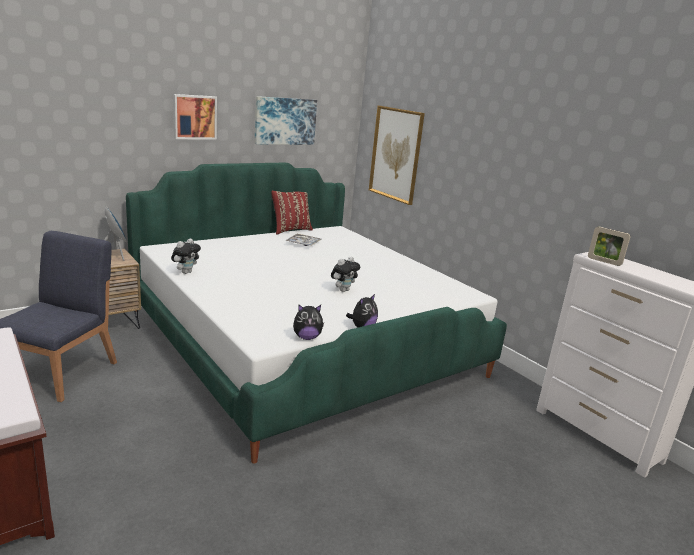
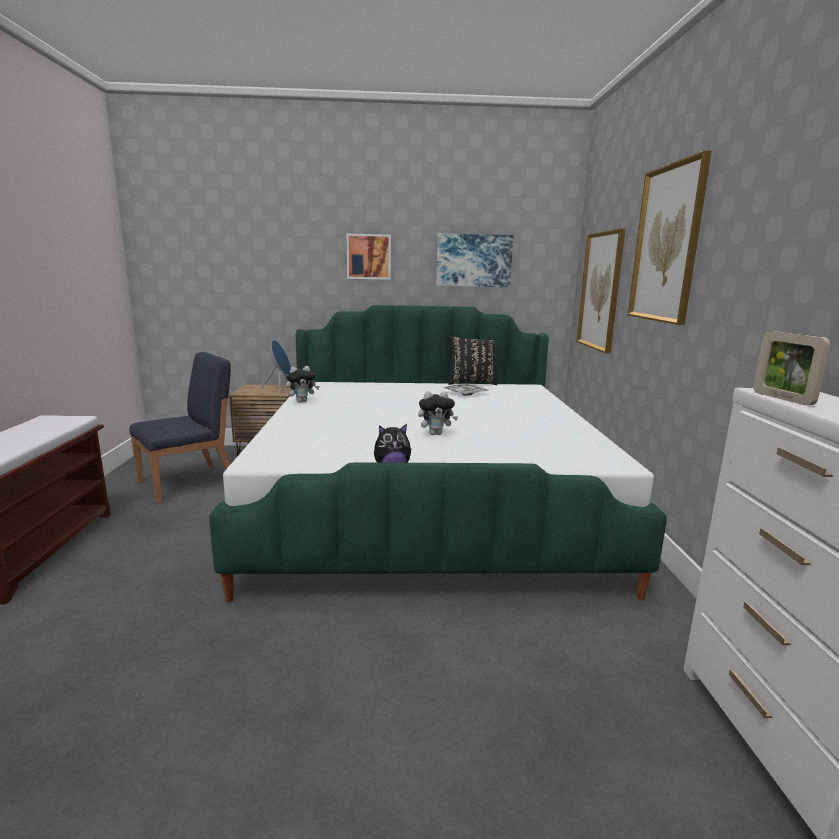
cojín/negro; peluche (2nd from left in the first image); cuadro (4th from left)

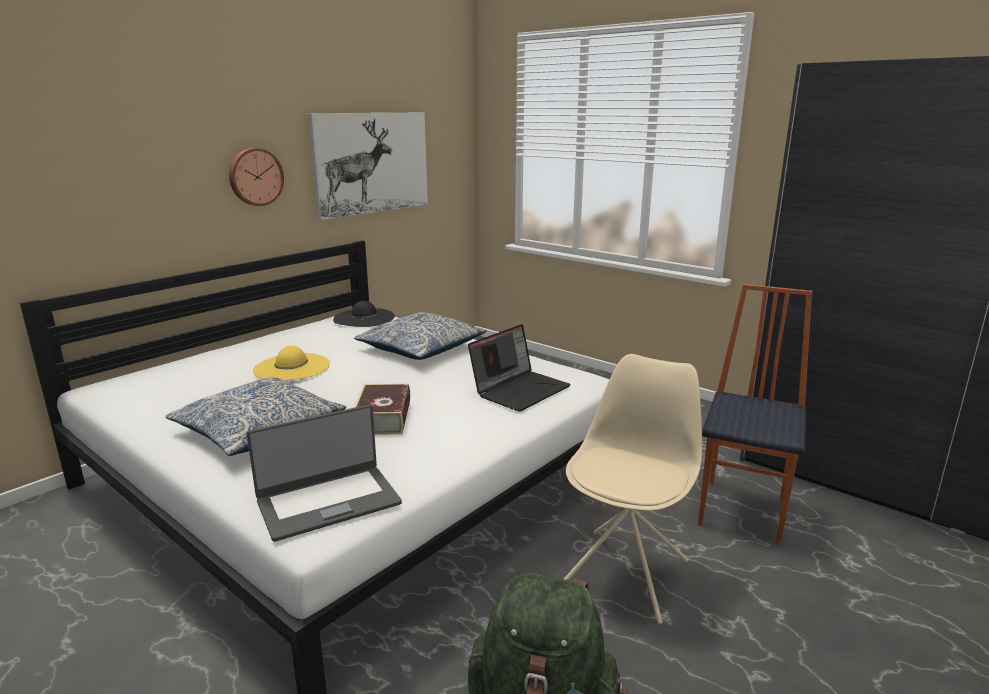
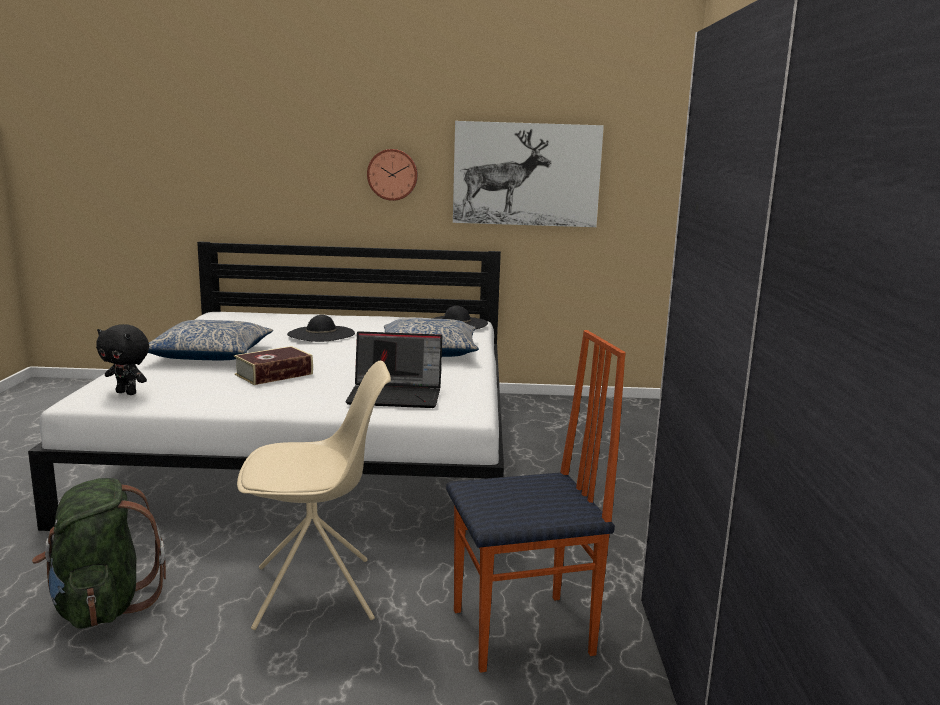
peluche/negro; sombrero/negro (1st from left)

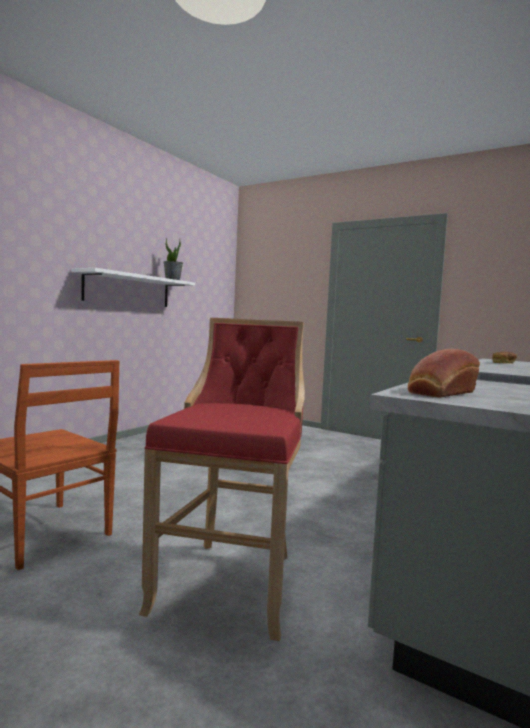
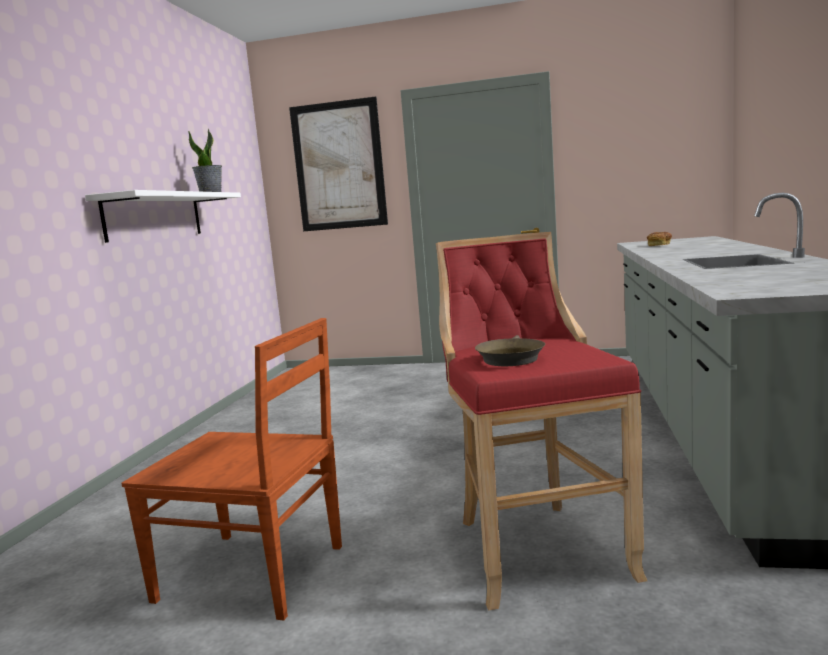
pan (1st from left in the first image); cuadro; sartén/marrón

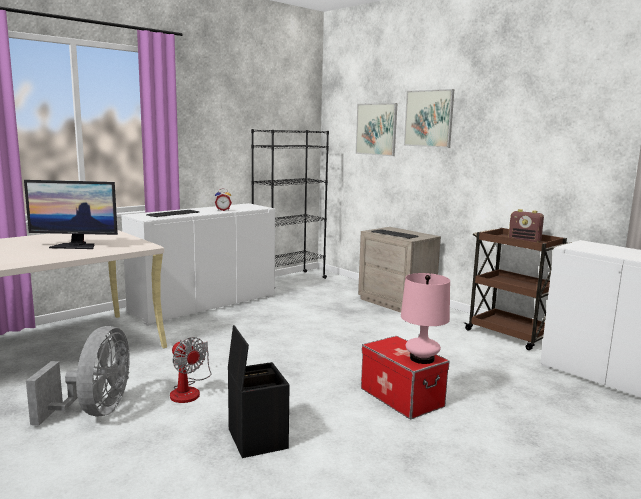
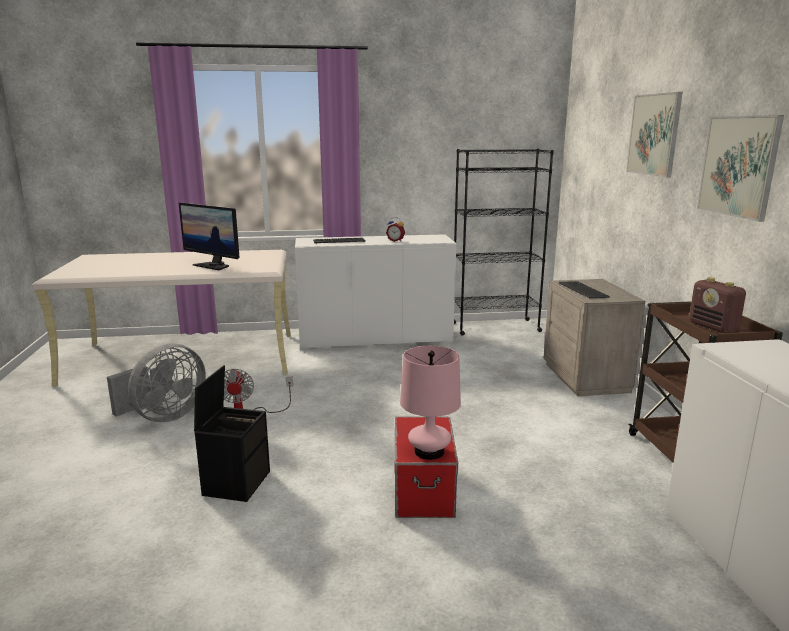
cuadro (2nd from left)

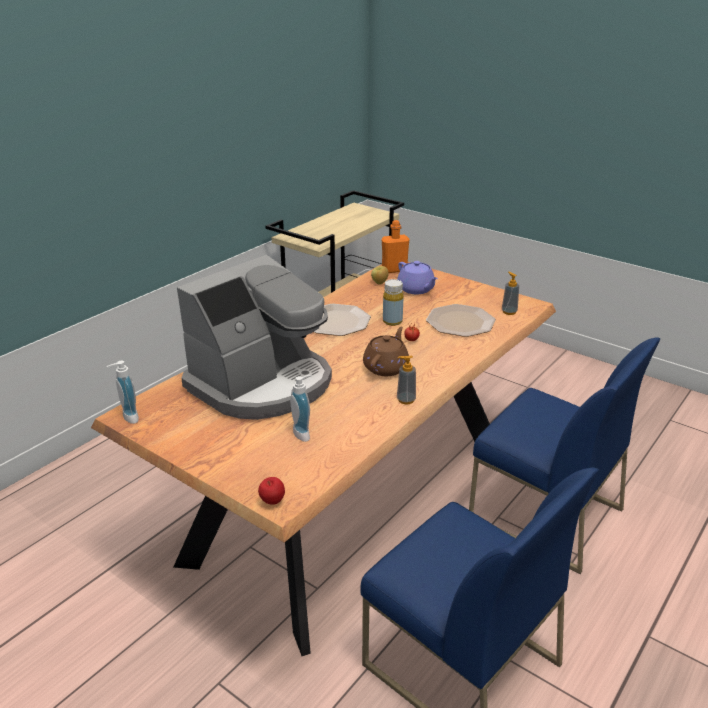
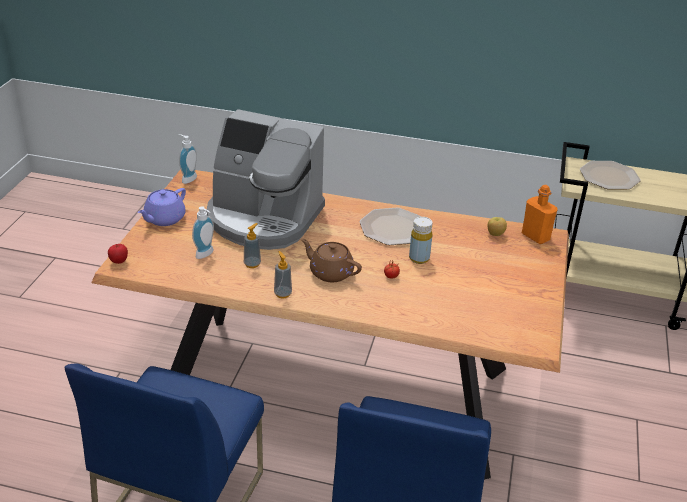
tetera/marrón; tetera/morado; plato (2nd from left); dispensador de jabón (3rd from left)

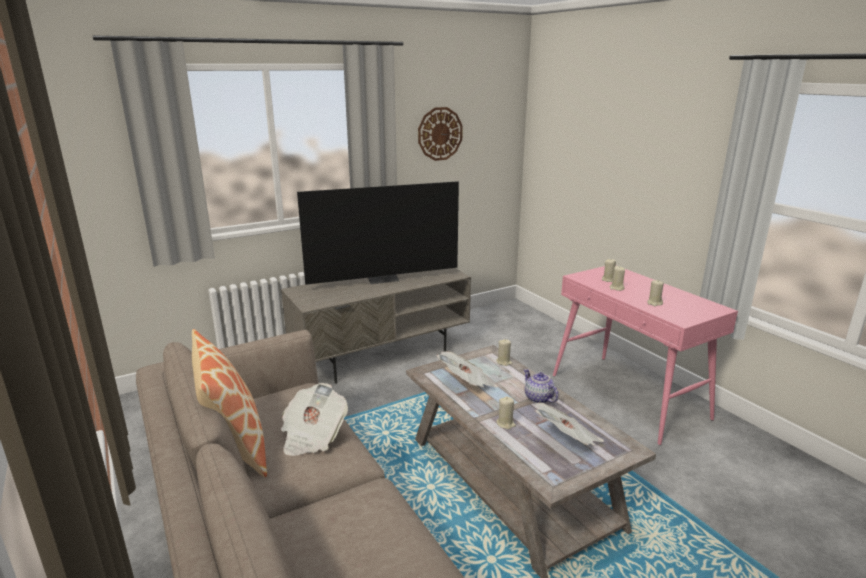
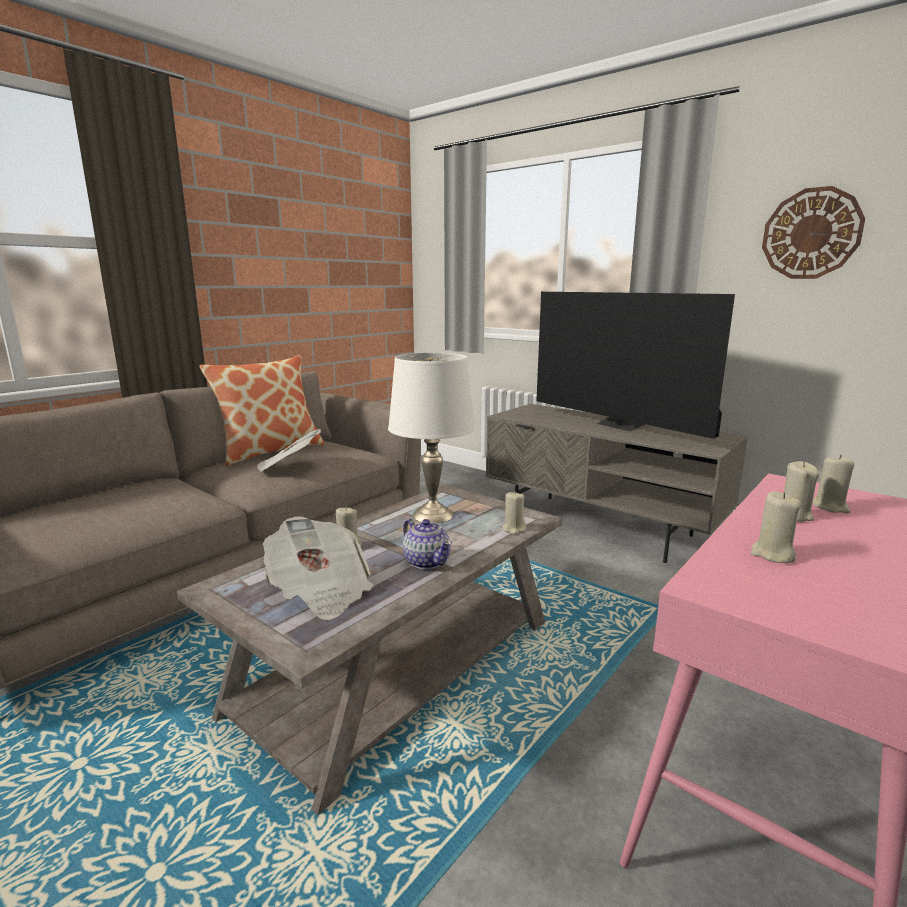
lámpara de mesa/blanco; tetera

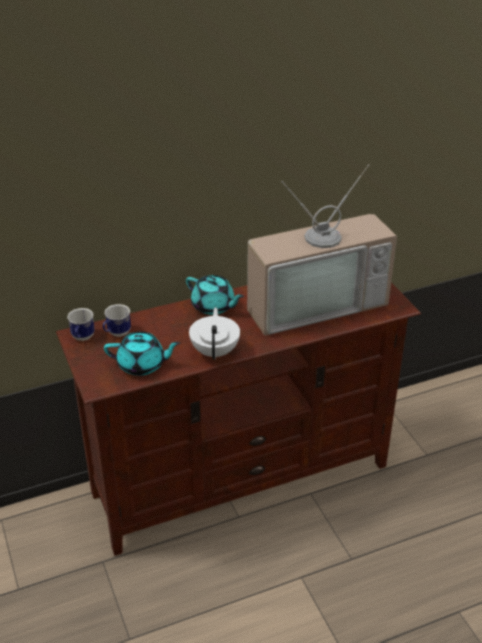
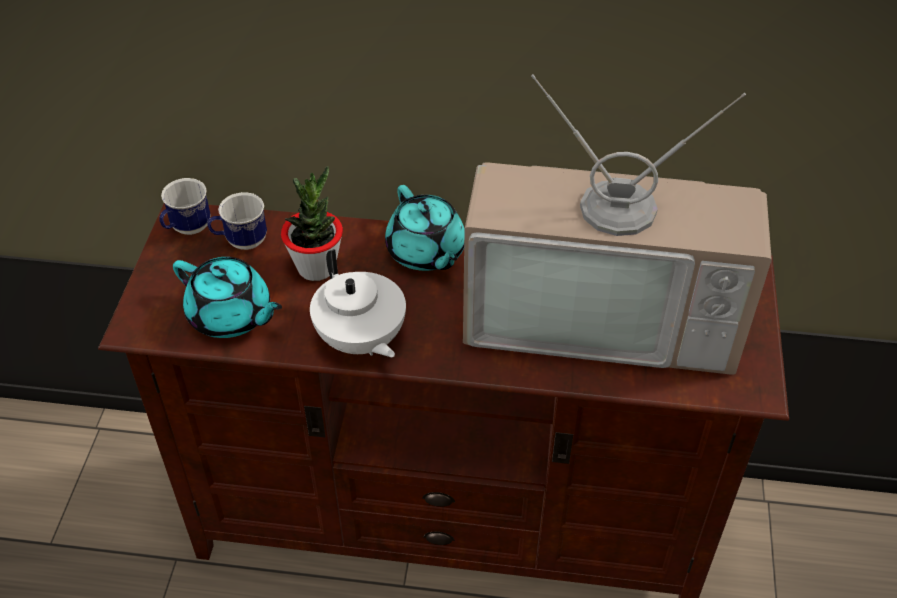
tetera/blanco; planta en maceta

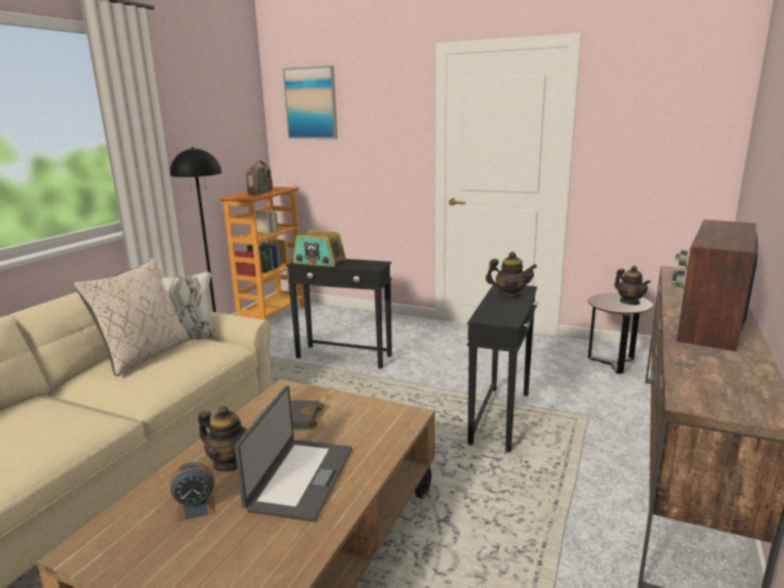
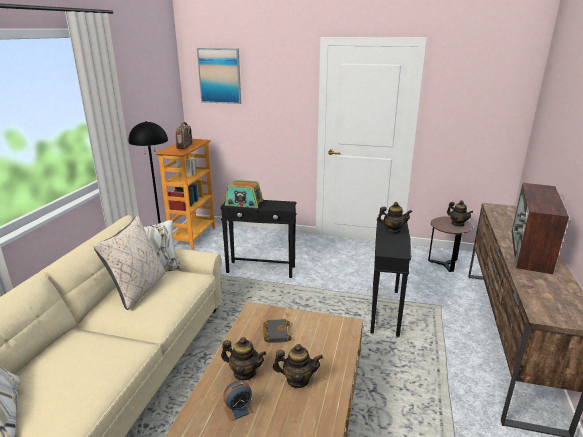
tetera (2nd from left)

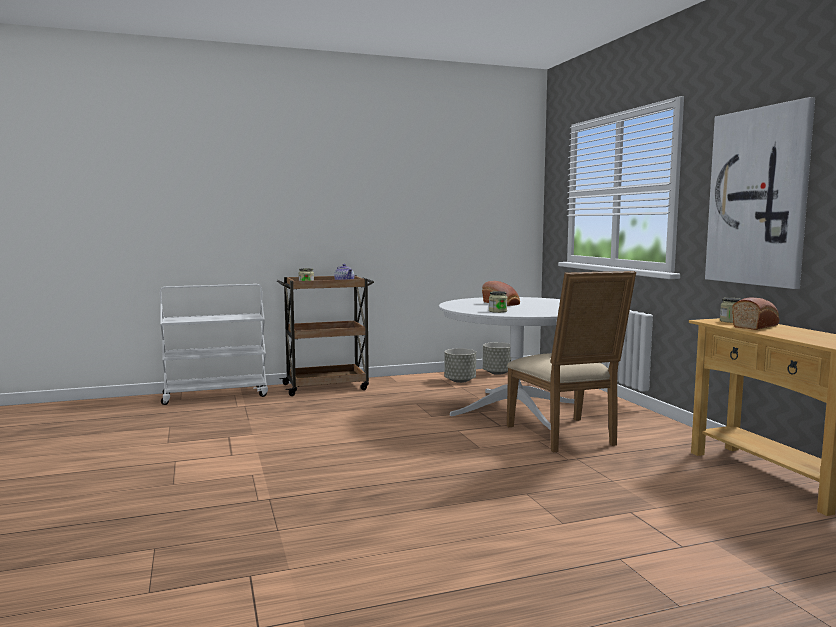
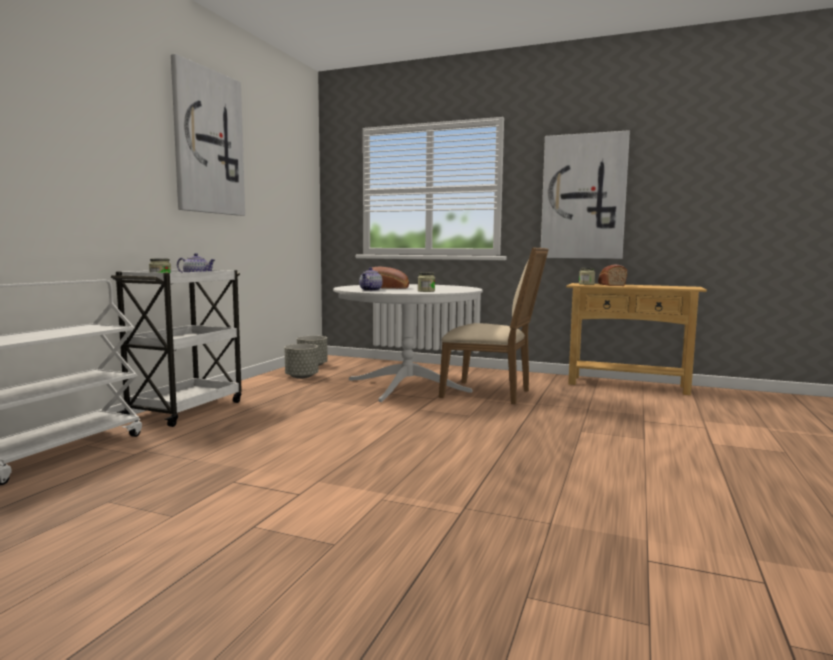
carrito/blanco (2nd from left); cuadro (1st from left); tetera (2nd from left)

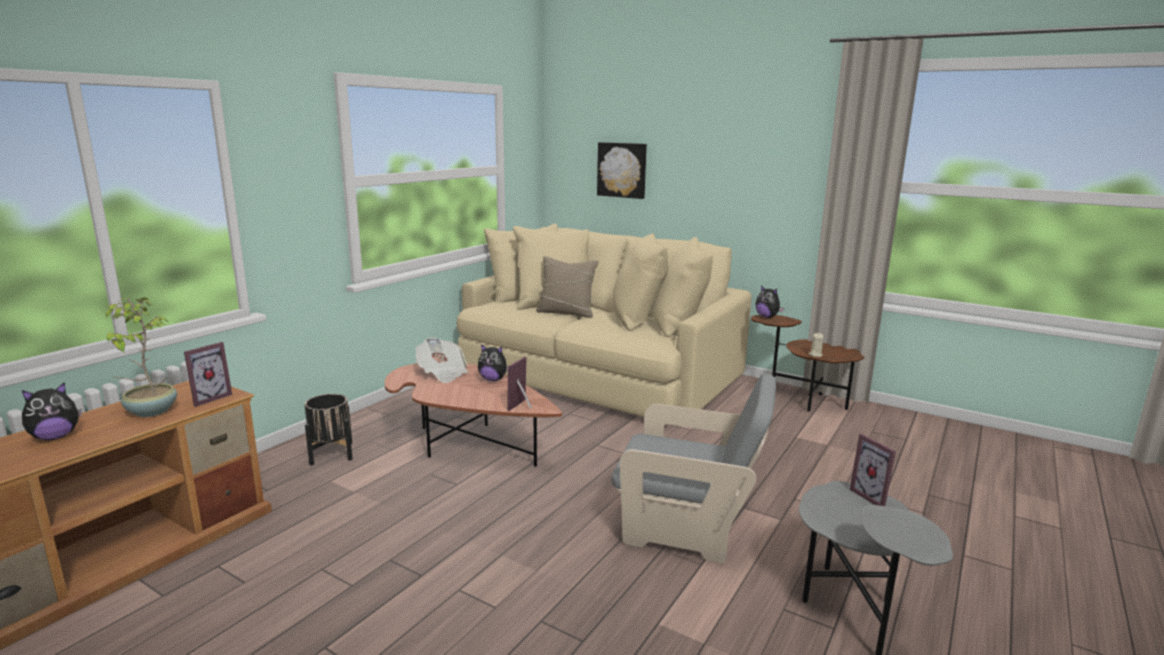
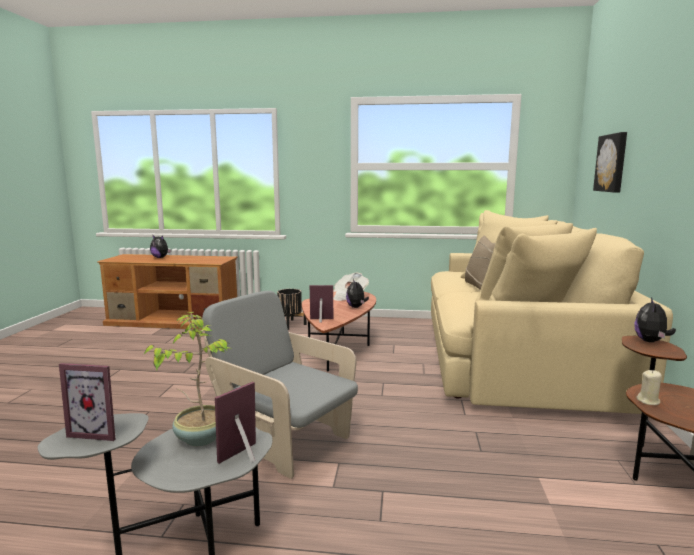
planta en maceta; portarretratos (1st from left); sillón/gris

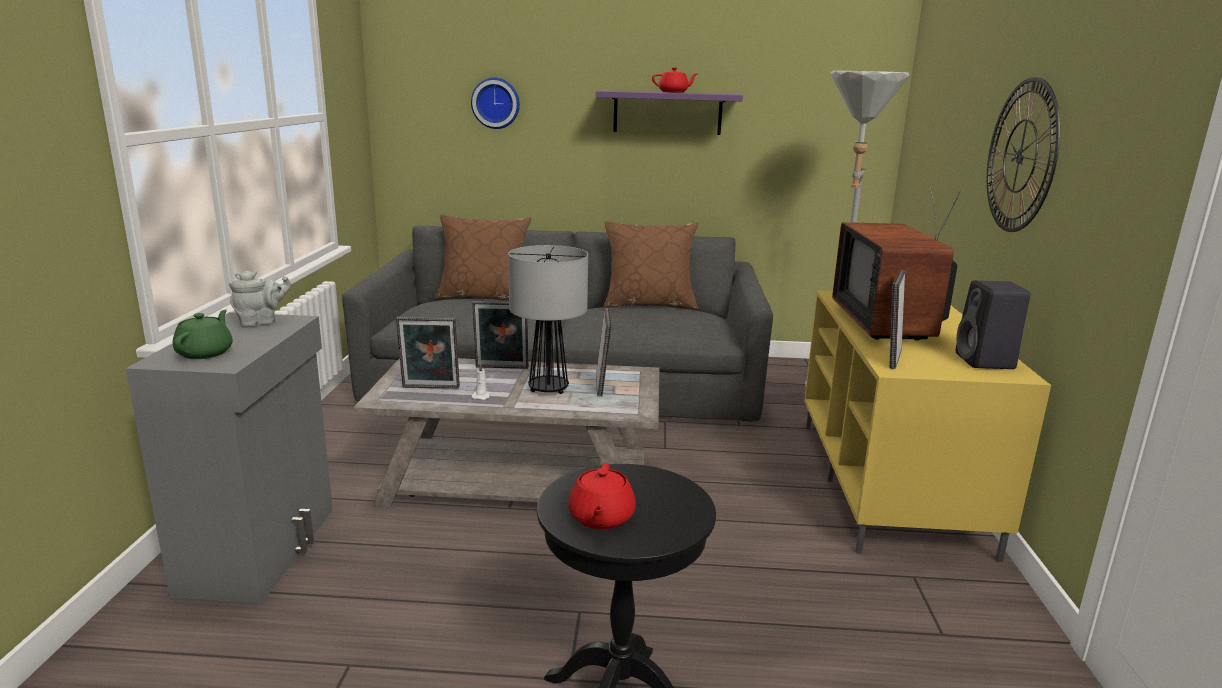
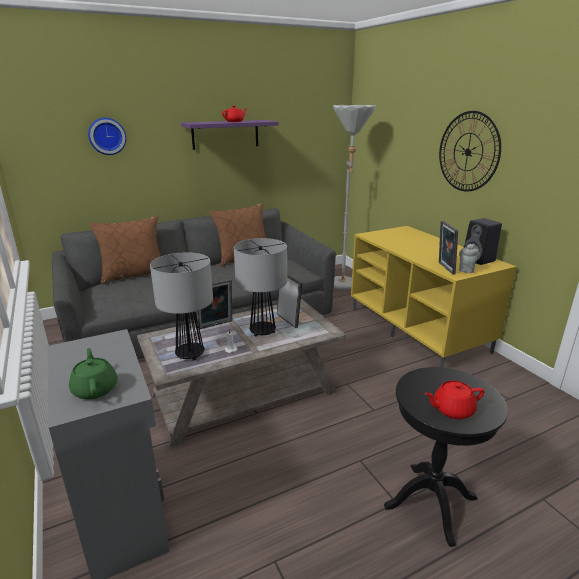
tetera/gris; lámpara de mesa (1st from left); tetera/rojo (2nd from left); televisor

